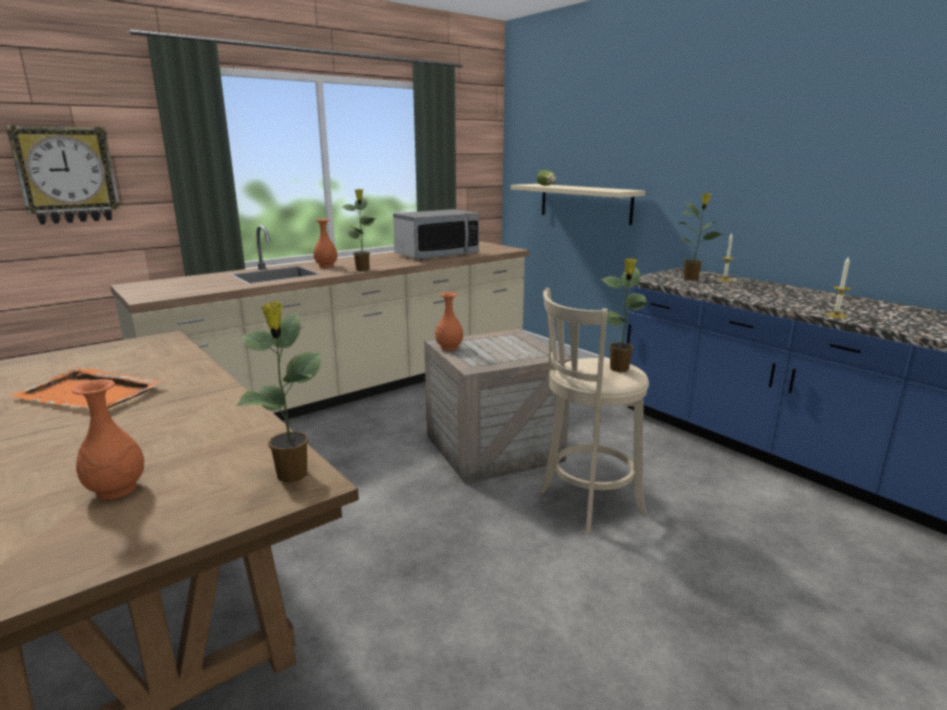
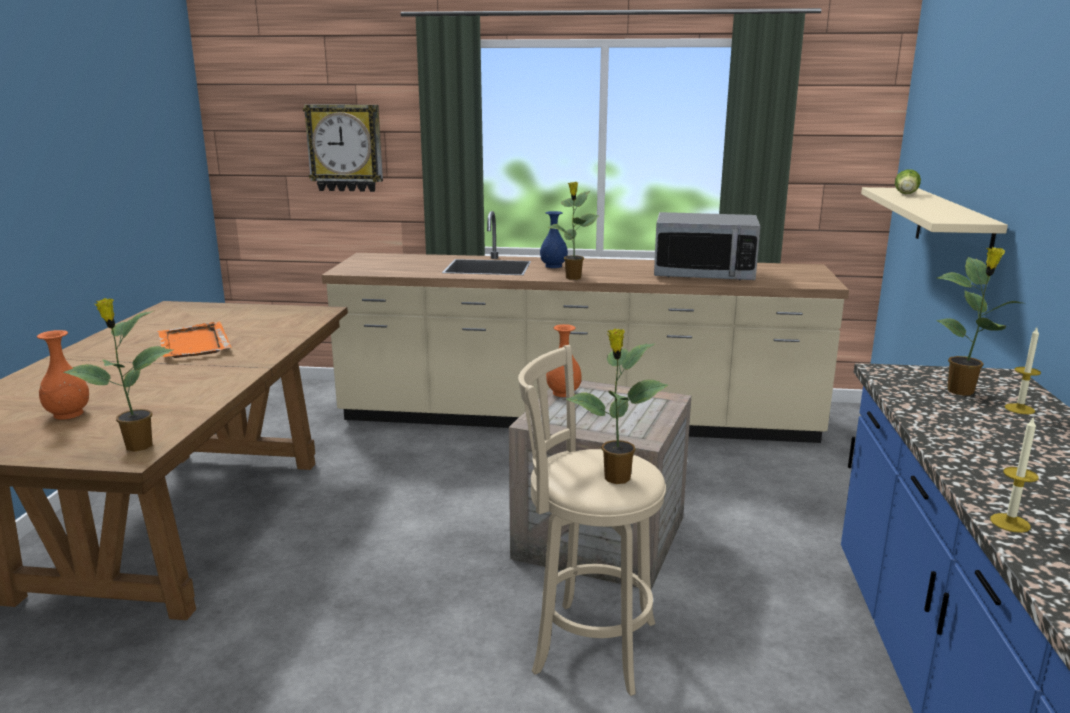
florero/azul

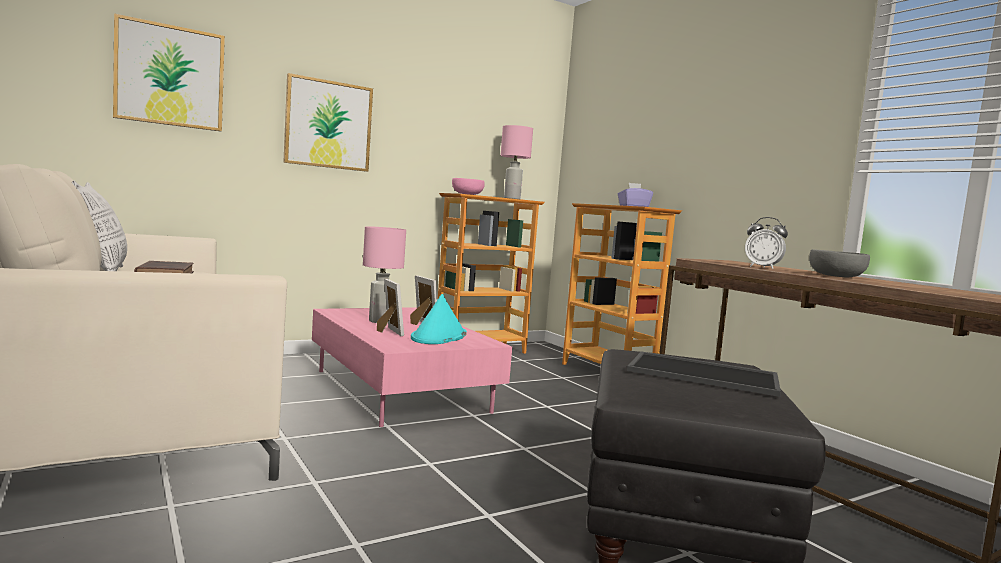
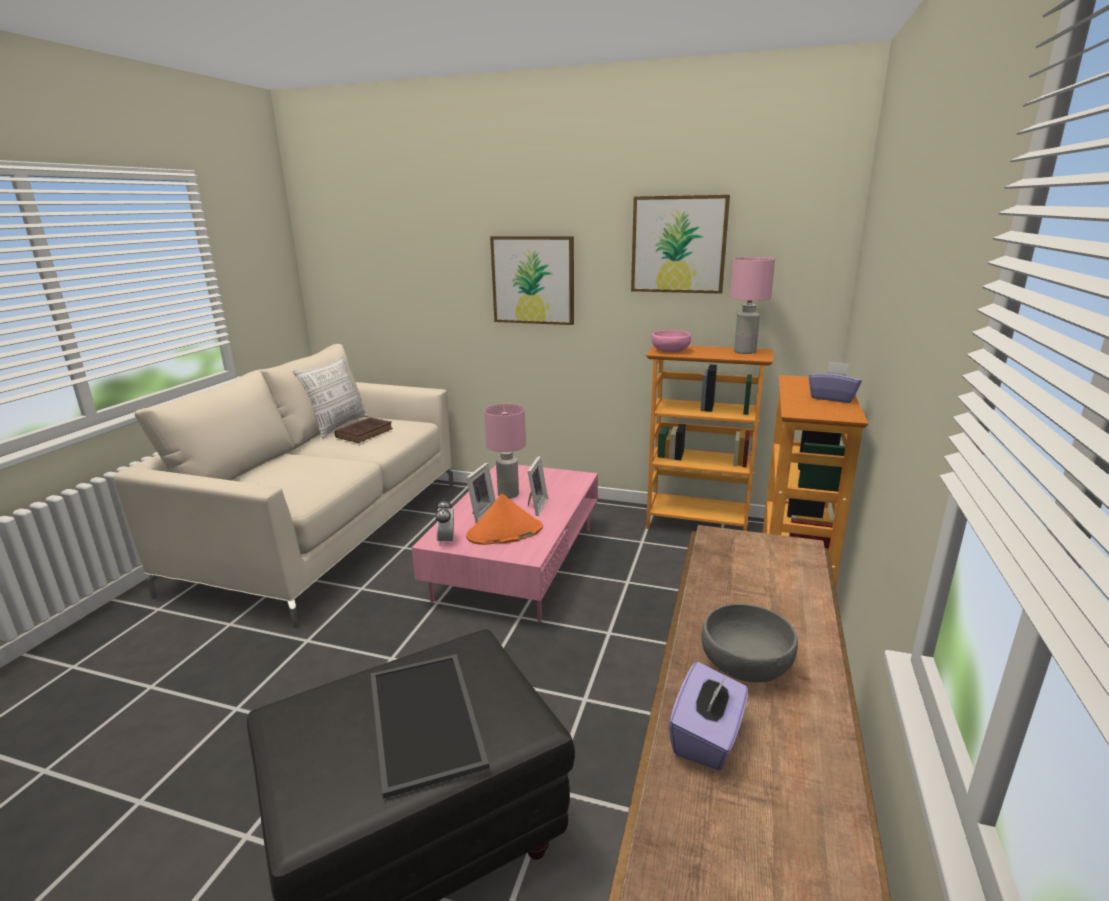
cuadro (2nd from left); sombrero/naranja; despertador; caja de pañuelos/morado (1st from left)

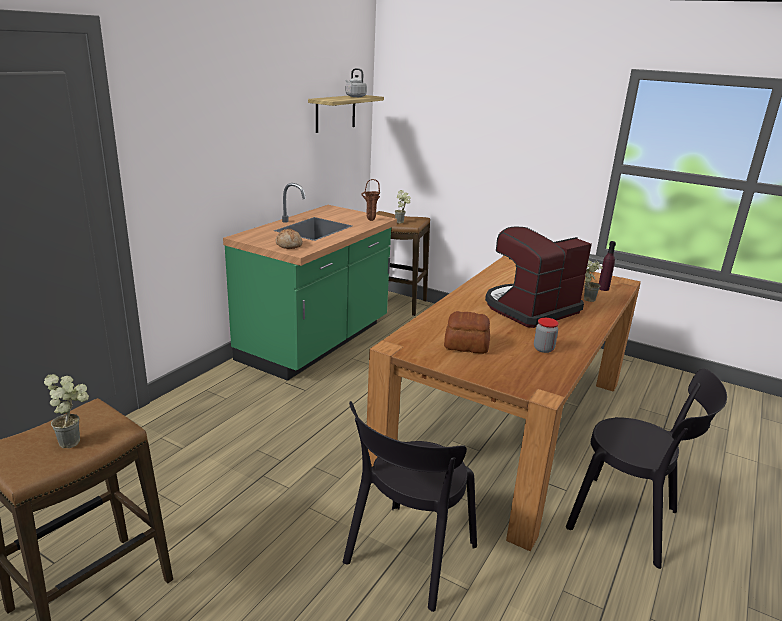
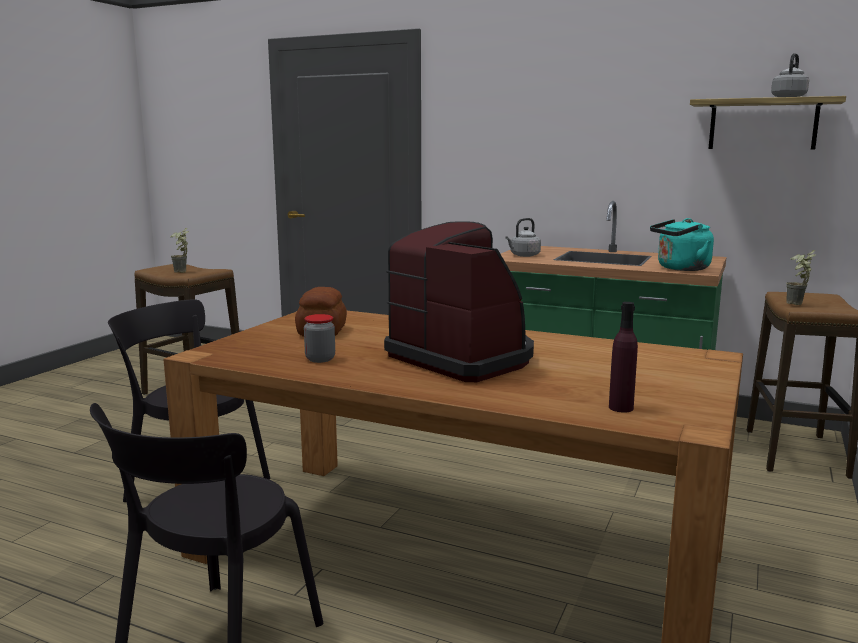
hervidor/gris (1st from left); hervidor/turquesa; planta en maceta (3rd from left in the first image)

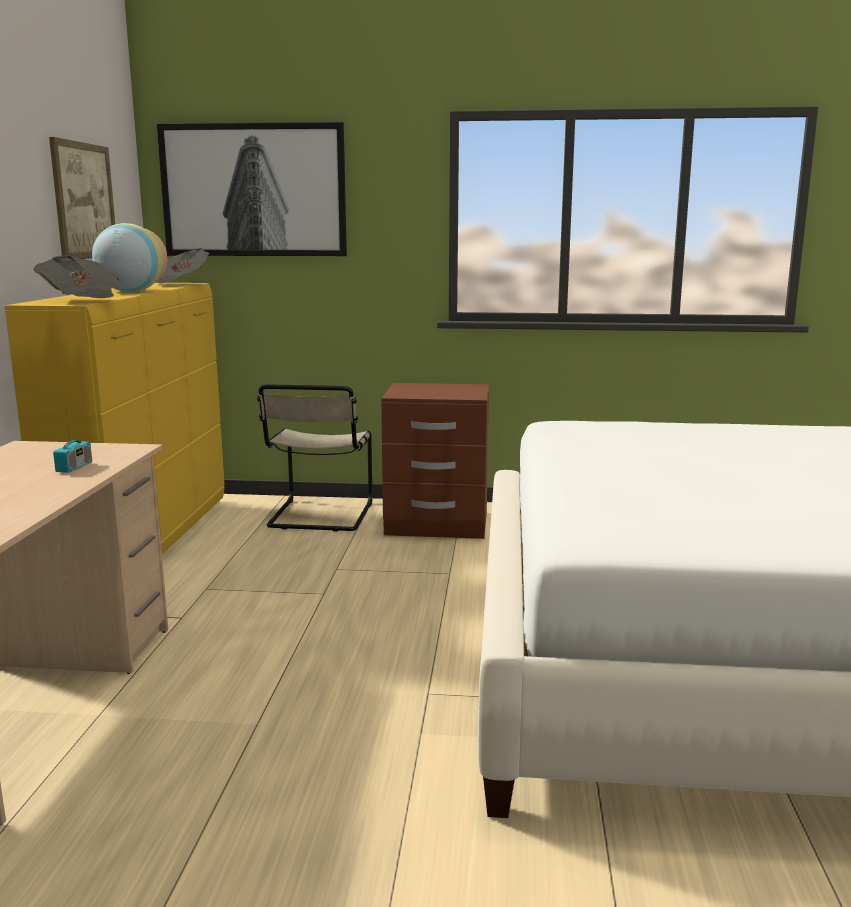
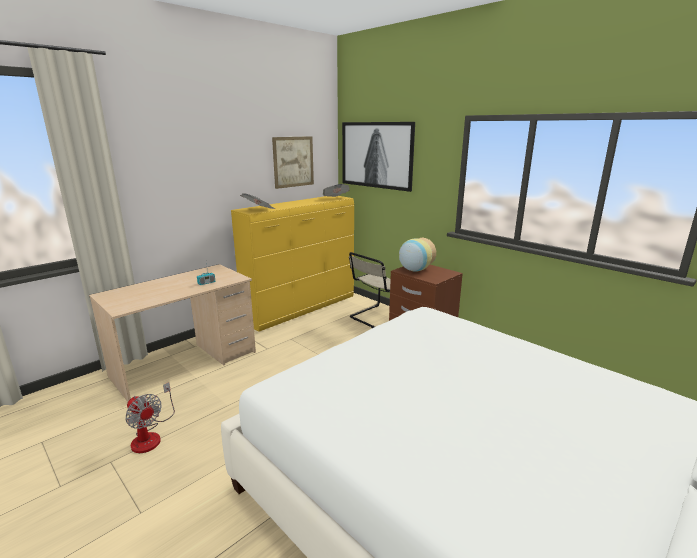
florero; ventilador

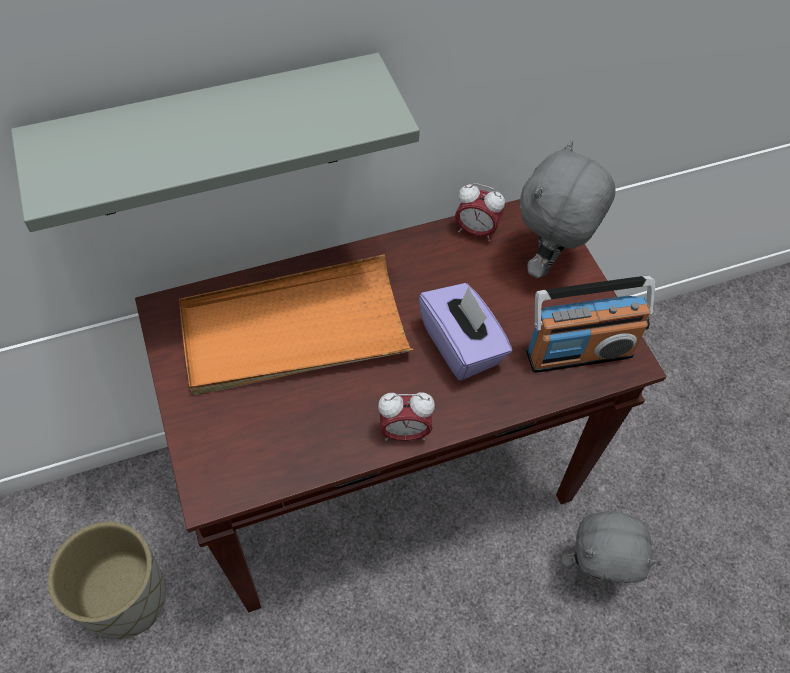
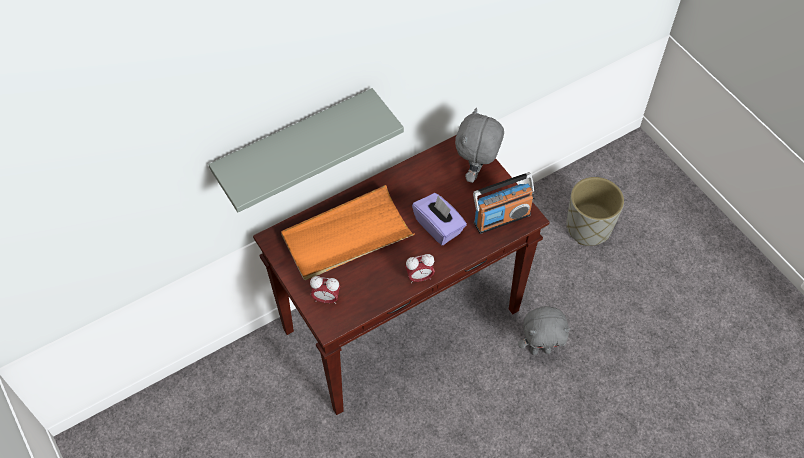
maceta/gris; despertador (1st from left)

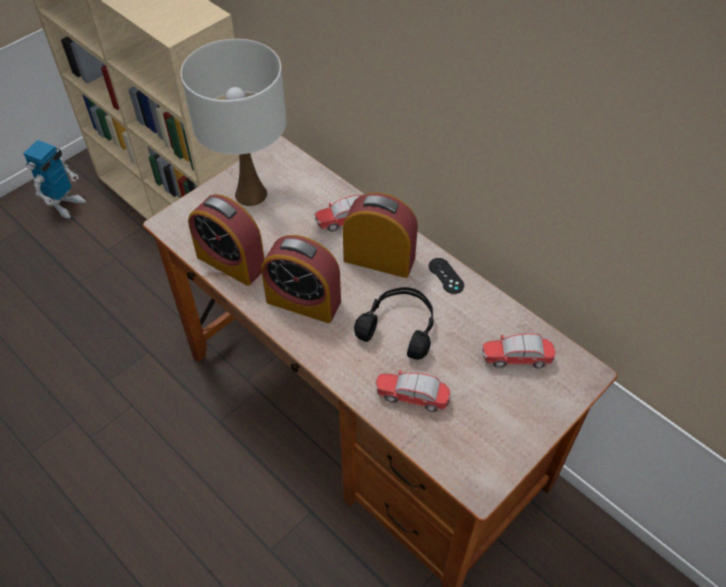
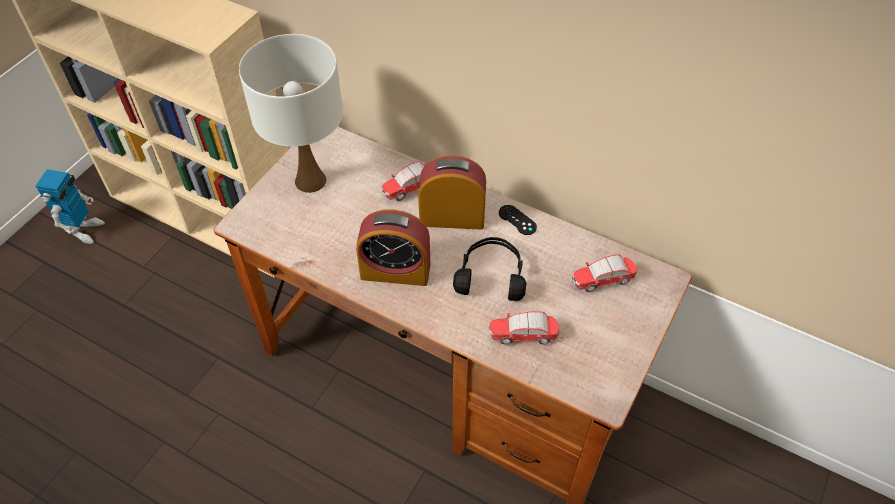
despertador (1st from left in the first image)

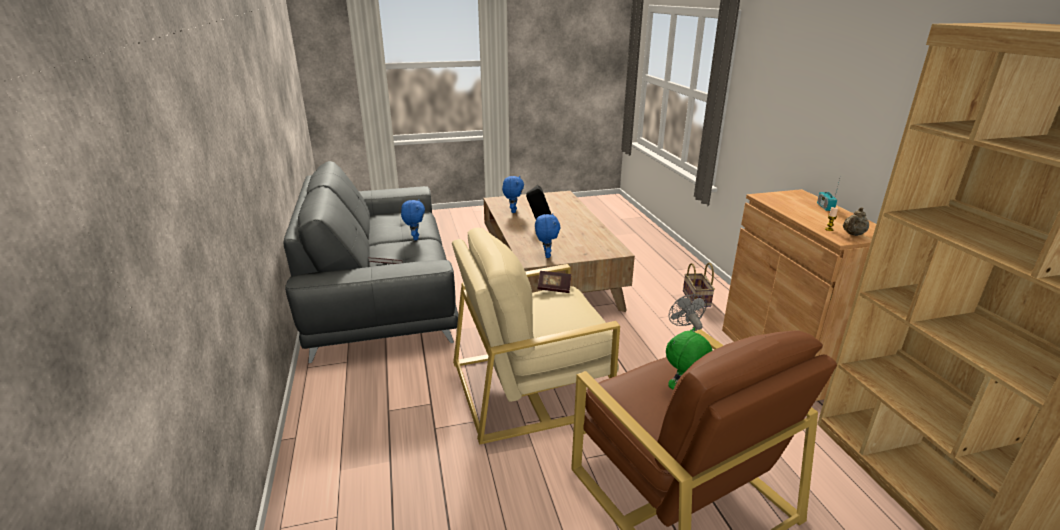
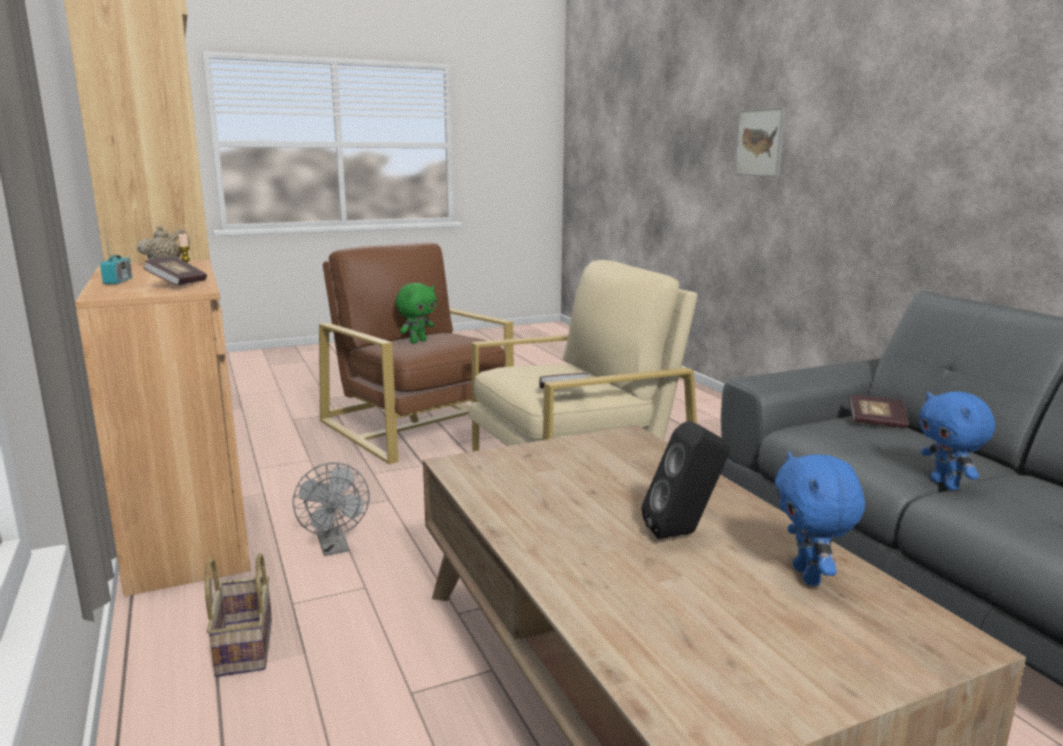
peluche/azul (3rd from left in the first image); libro (1st from left); cuadro

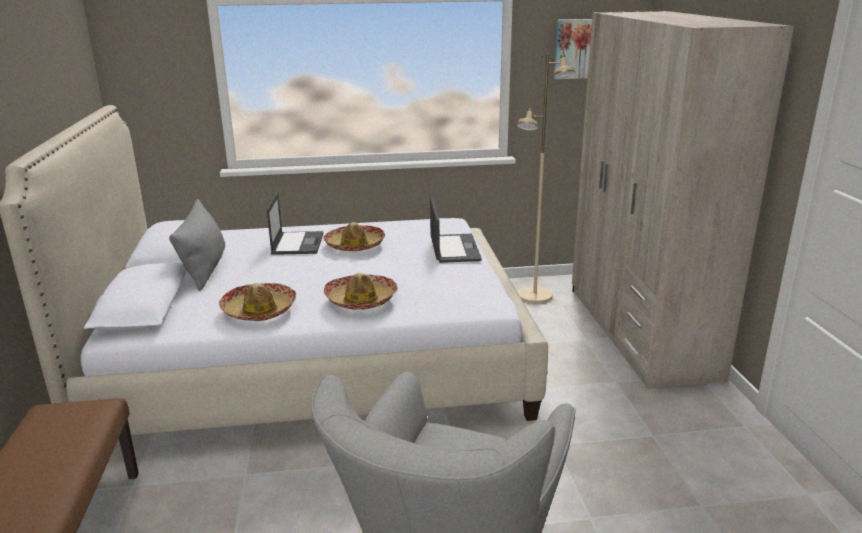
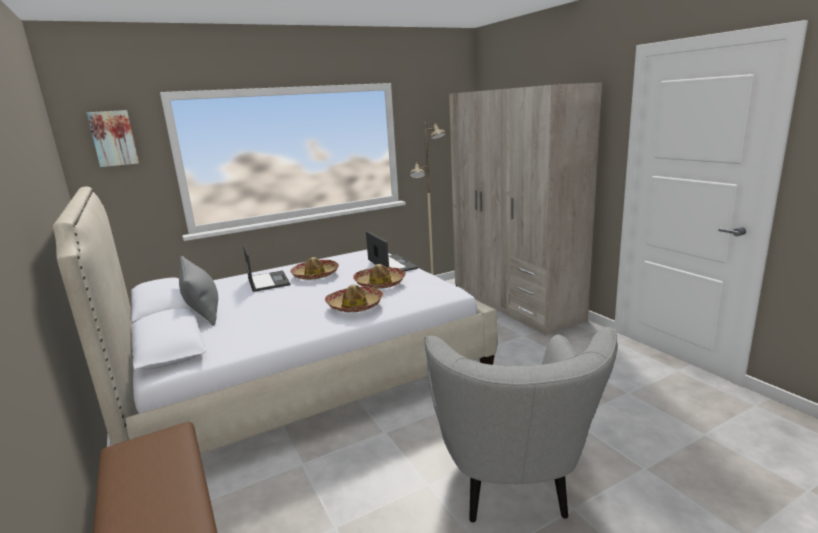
sombrero (3rd from left); cuadro

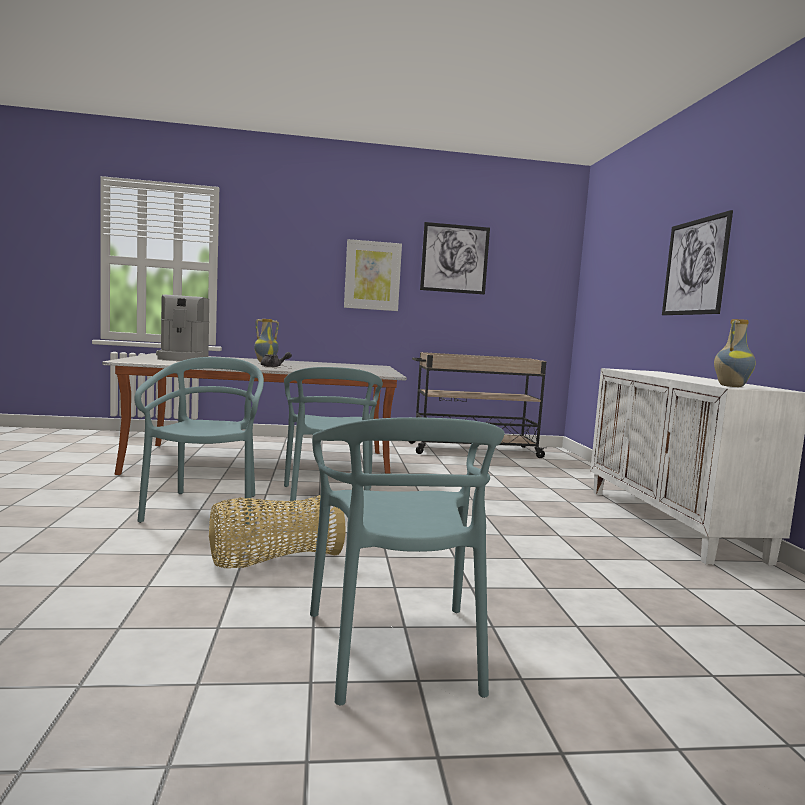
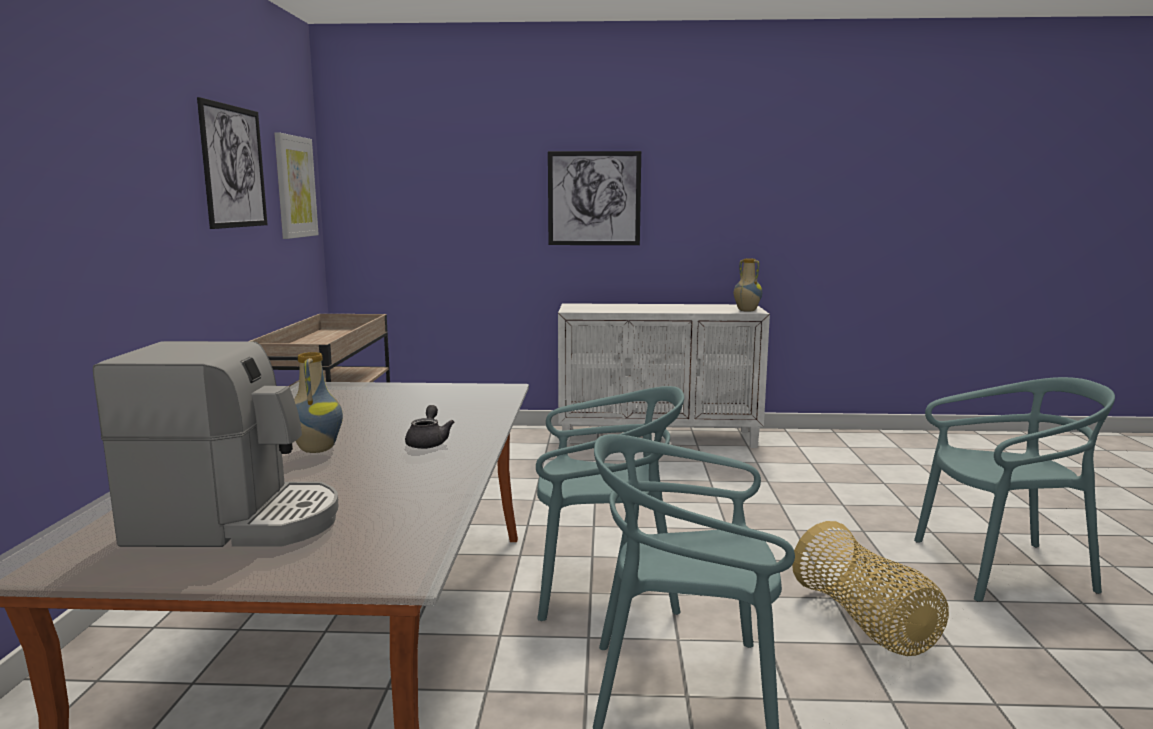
cuadro (2nd from left)

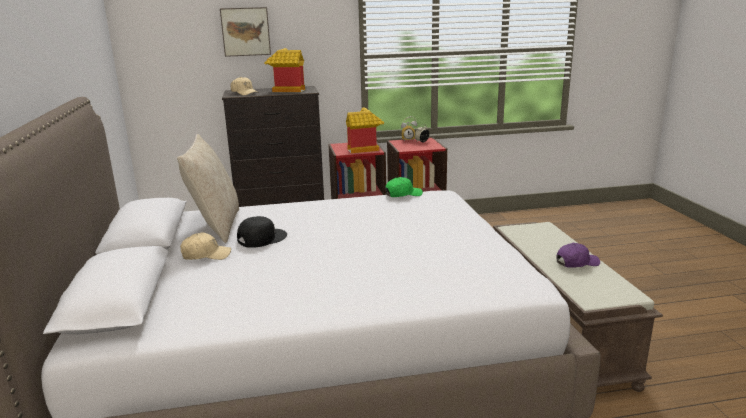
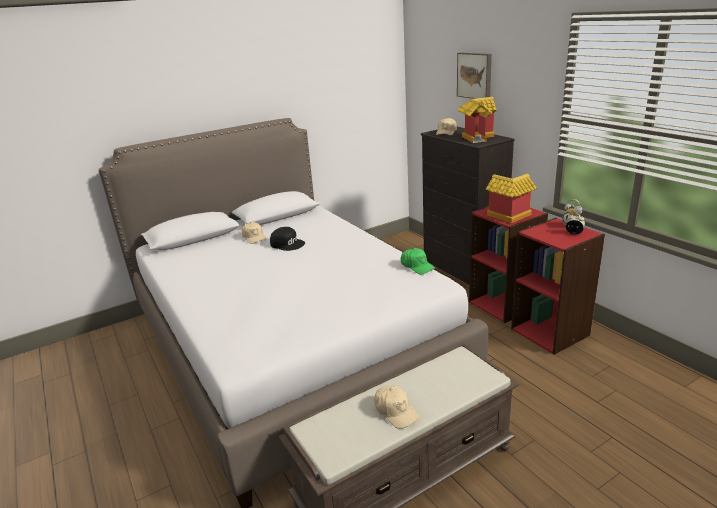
cojín/beis; gorra/beis (2nd from left)

